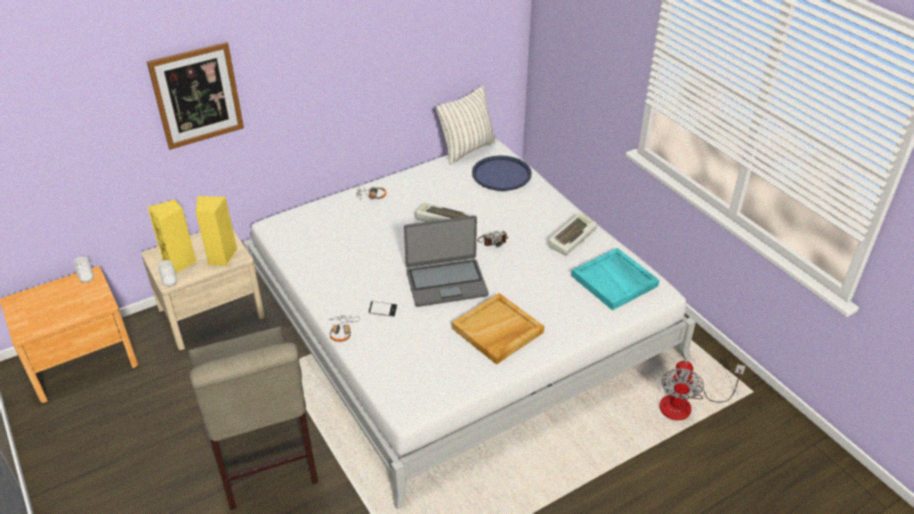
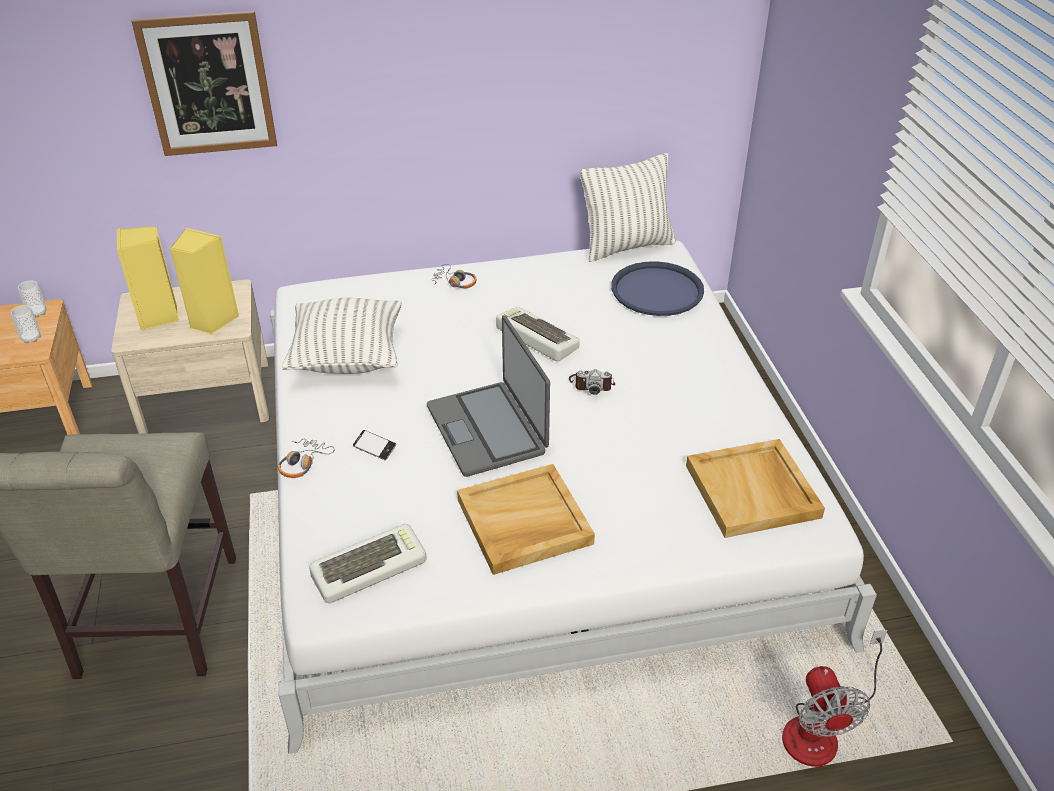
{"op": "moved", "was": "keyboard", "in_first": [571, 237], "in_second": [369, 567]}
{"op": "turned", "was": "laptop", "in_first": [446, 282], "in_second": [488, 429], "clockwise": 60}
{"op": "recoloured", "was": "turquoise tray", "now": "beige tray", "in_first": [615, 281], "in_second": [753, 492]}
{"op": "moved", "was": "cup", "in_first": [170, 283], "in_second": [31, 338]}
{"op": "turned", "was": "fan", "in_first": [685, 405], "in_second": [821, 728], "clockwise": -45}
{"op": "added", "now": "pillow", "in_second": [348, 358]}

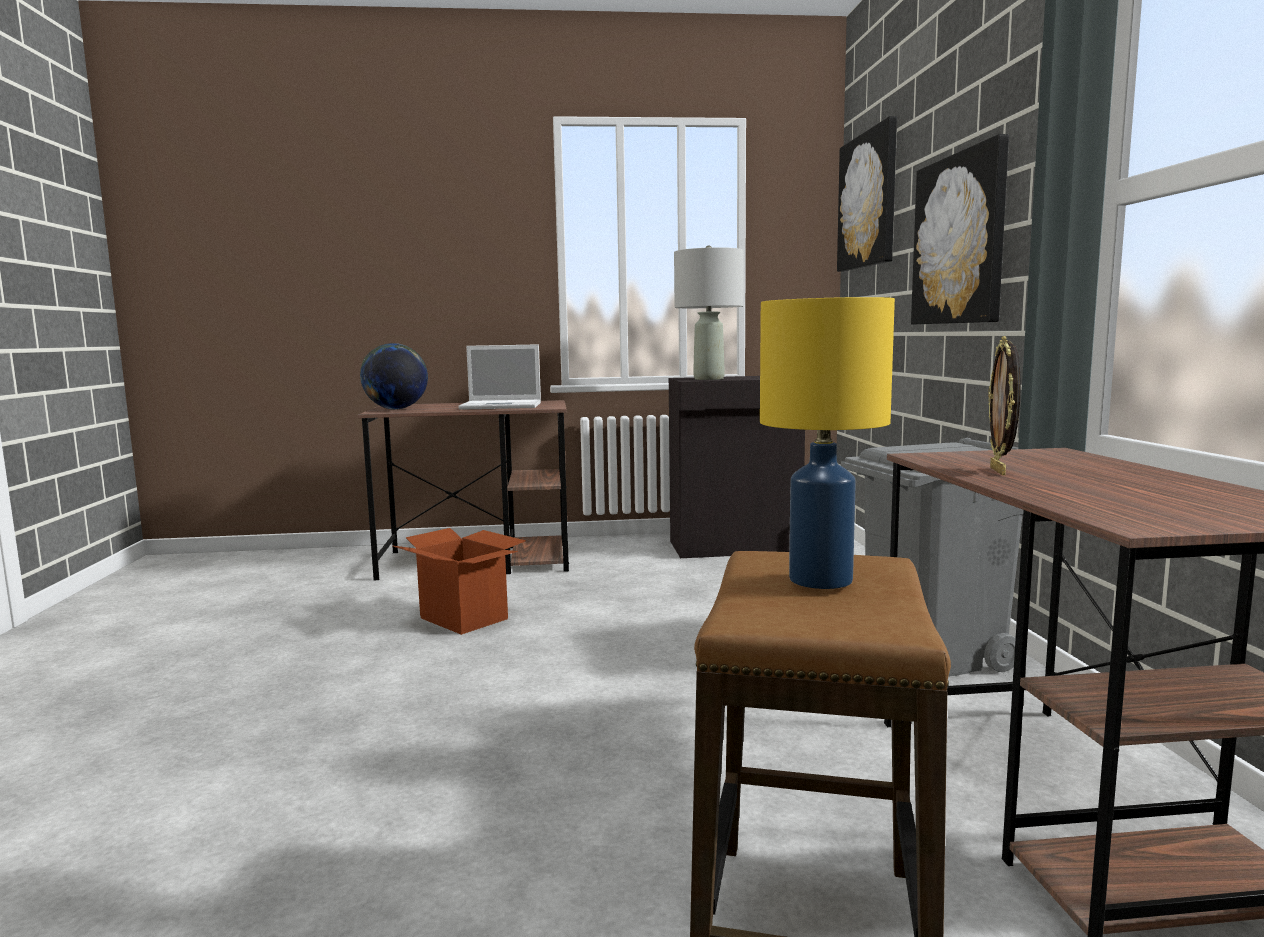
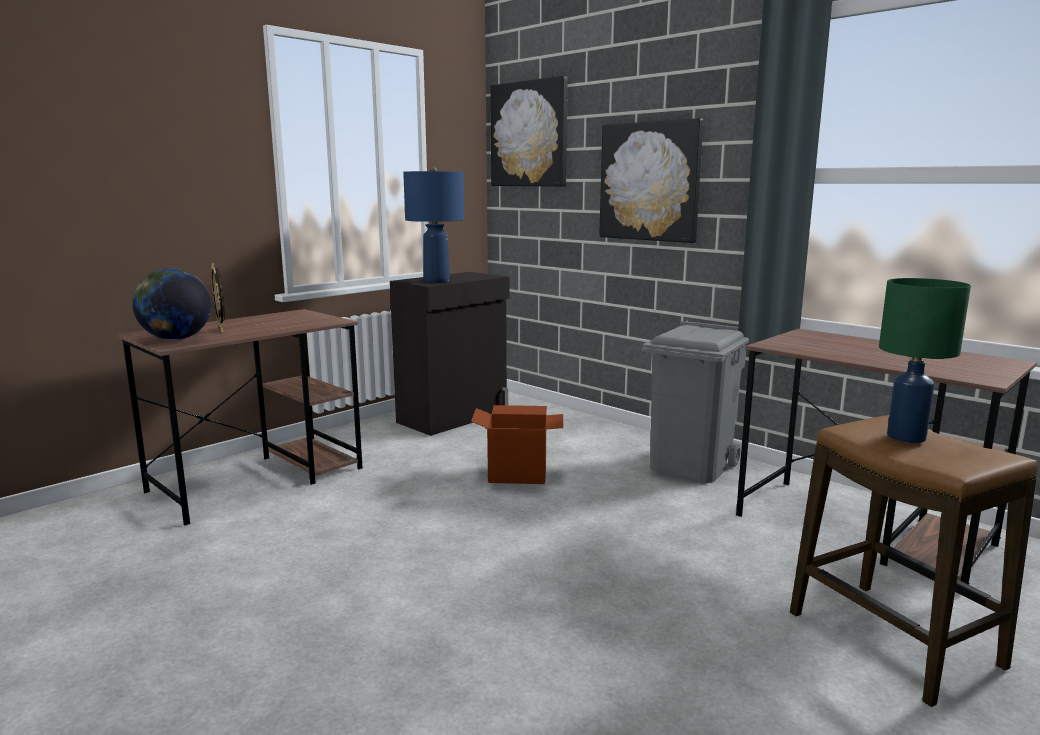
{"op": "recoloured", "was": "grey table lamp", "now": "blue table lamp", "in_first": [709, 379], "in_second": [437, 281]}
{"op": "recoloured", "was": "yellow table lamp", "now": "green table lamp", "in_first": [820, 580], "in_second": [907, 437]}
{"op": "moved", "was": "picture frame", "in_first": [999, 471], "in_second": [221, 330]}
{"op": "removed", "was": "laptop", "in_first": [503, 406]}
{"op": "moved", "was": "cardboard box", "in_first": [464, 618], "in_second": [518, 474]}

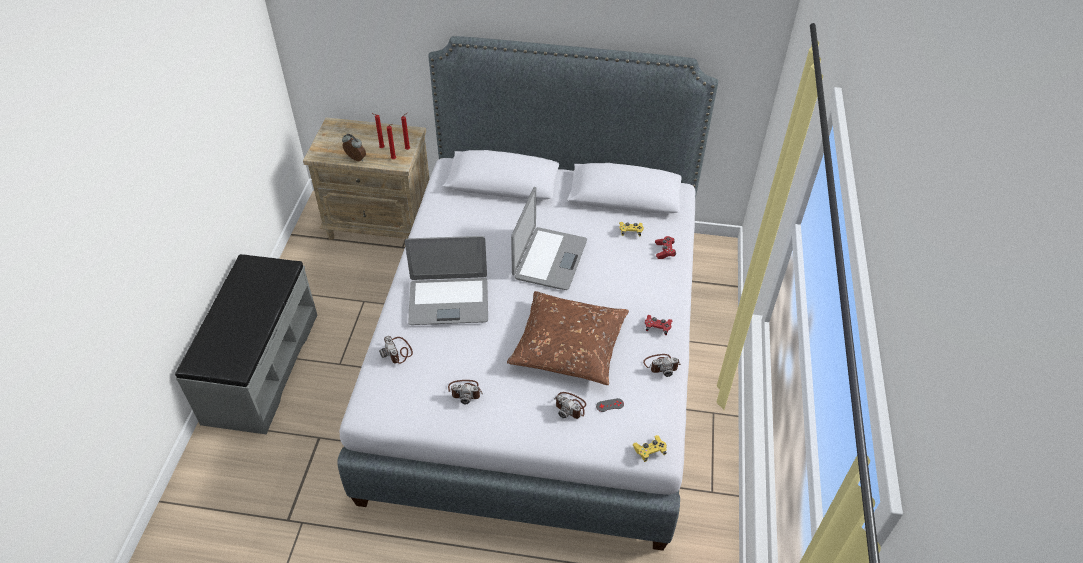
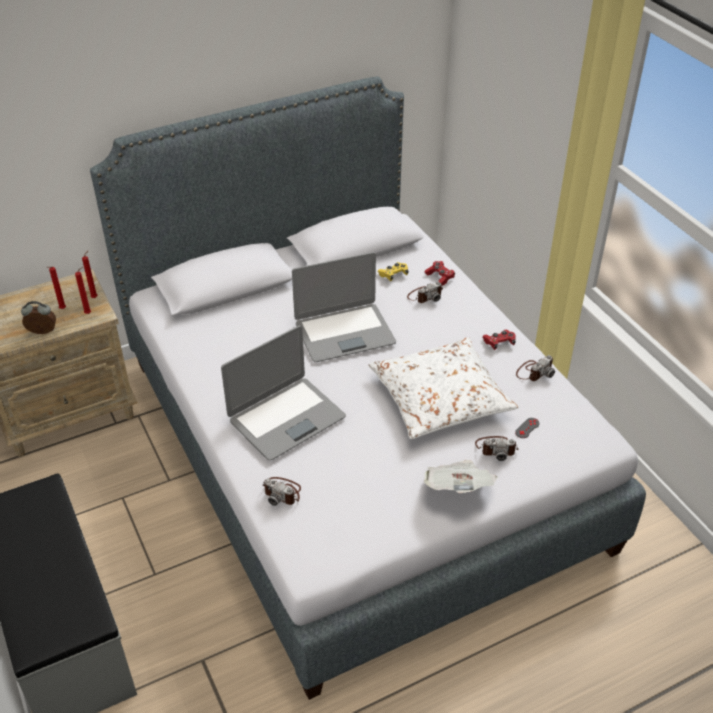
{"op": "turned", "was": "laptop", "in_first": [549, 259], "in_second": [344, 333], "clockwise": 90}
{"op": "recoloured", "was": "brown pillow", "now": "white pillow", "in_first": [569, 345], "in_second": [440, 398]}
{"op": "moved", "was": "photo camera", "in_first": [465, 391], "in_second": [425, 296]}
{"op": "removed", "was": "yellow game controller", "in_first": [649, 451]}
{"op": "added", "now": "newspaper", "in_second": [458, 489]}

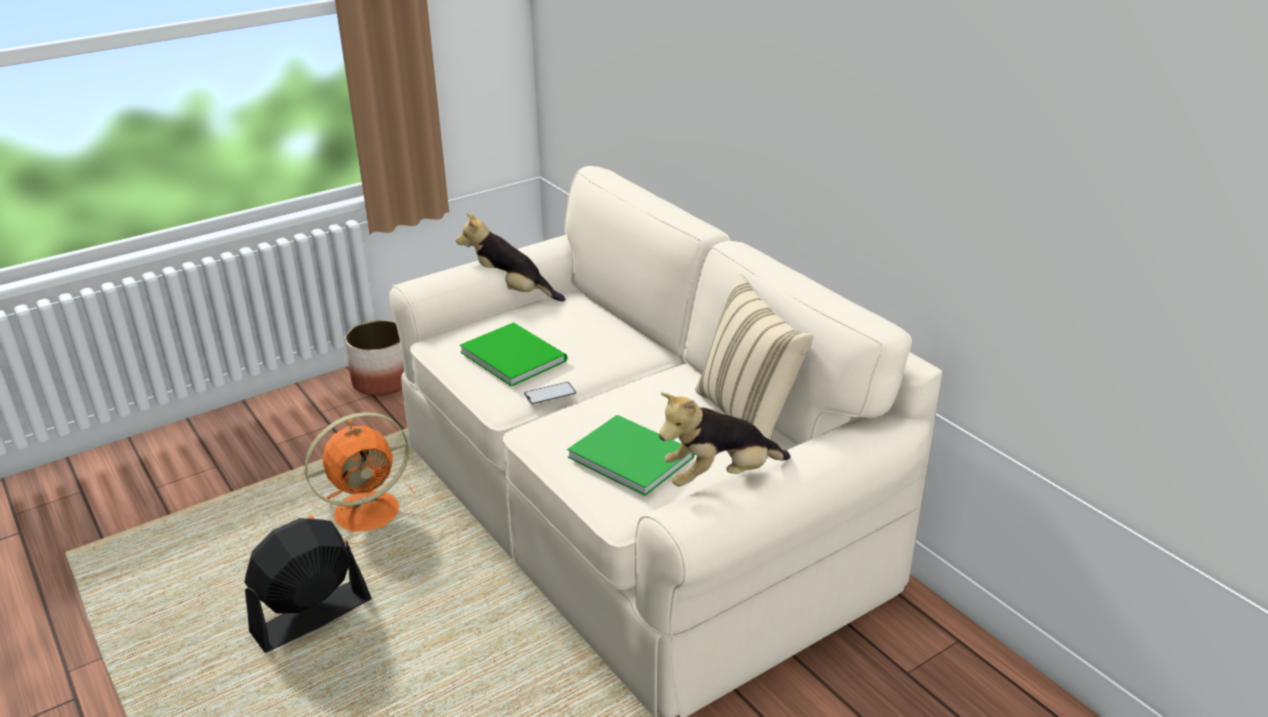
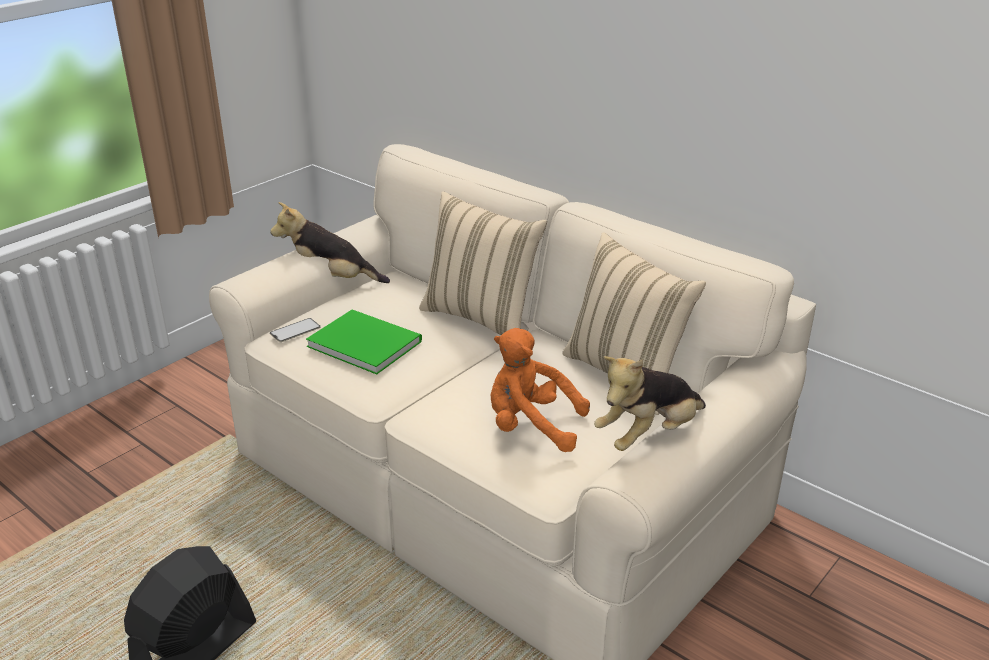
{"op": "removed", "was": "planter", "in_first": [383, 381]}
{"op": "moved", "was": "phone", "in_first": [550, 394], "in_second": [295, 330]}
{"op": "removed", "was": "orange fan", "in_first": [370, 511]}
{"op": "replaced", "was": "green book", "now": "orange plush toy", "in_first": [630, 454], "in_second": [531, 426]}
{"op": "added", "now": "beige pillow", "in_second": [482, 318]}

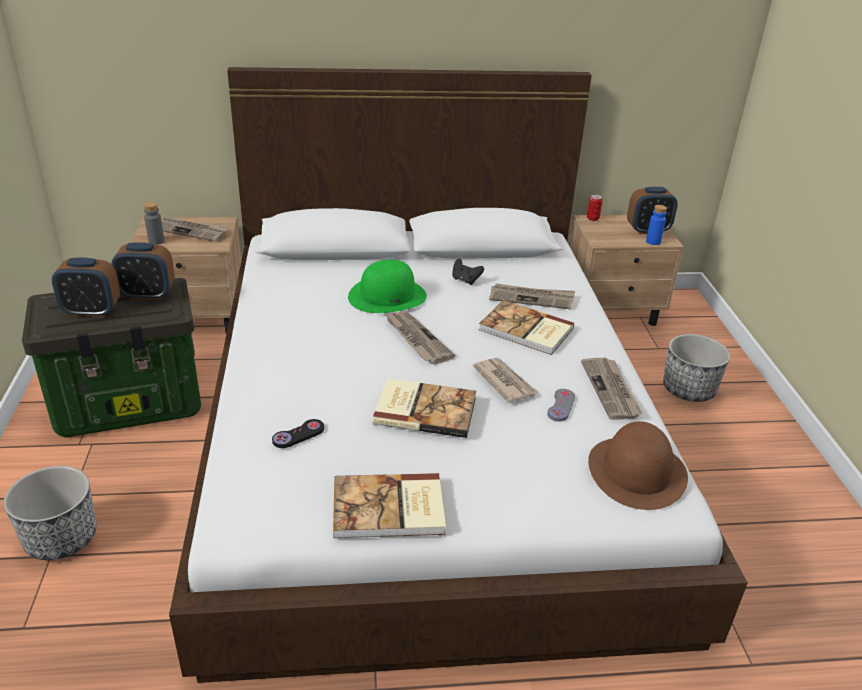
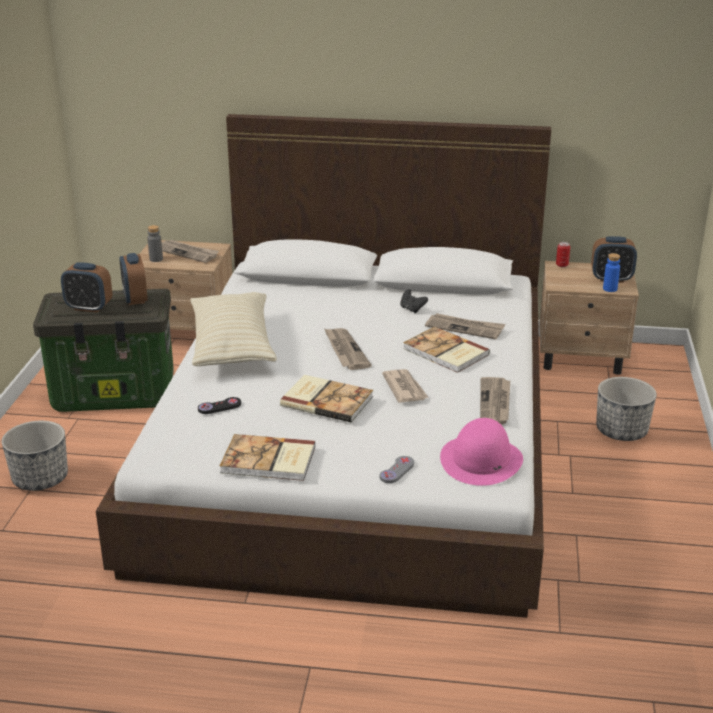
{"op": "turned", "was": "alarm clock", "in_first": [147, 295], "in_second": [135, 299], "clockwise": 60}
{"op": "removed", "was": "green hat", "in_first": [387, 296]}
{"op": "moved", "was": "grey game controller", "in_first": [561, 406], "in_second": [397, 471]}
{"op": "recoloured", "was": "brown hat", "now": "pink hat", "in_first": [637, 472], "in_second": [481, 460]}
{"op": "added", "now": "beige pillow", "in_second": [232, 347]}

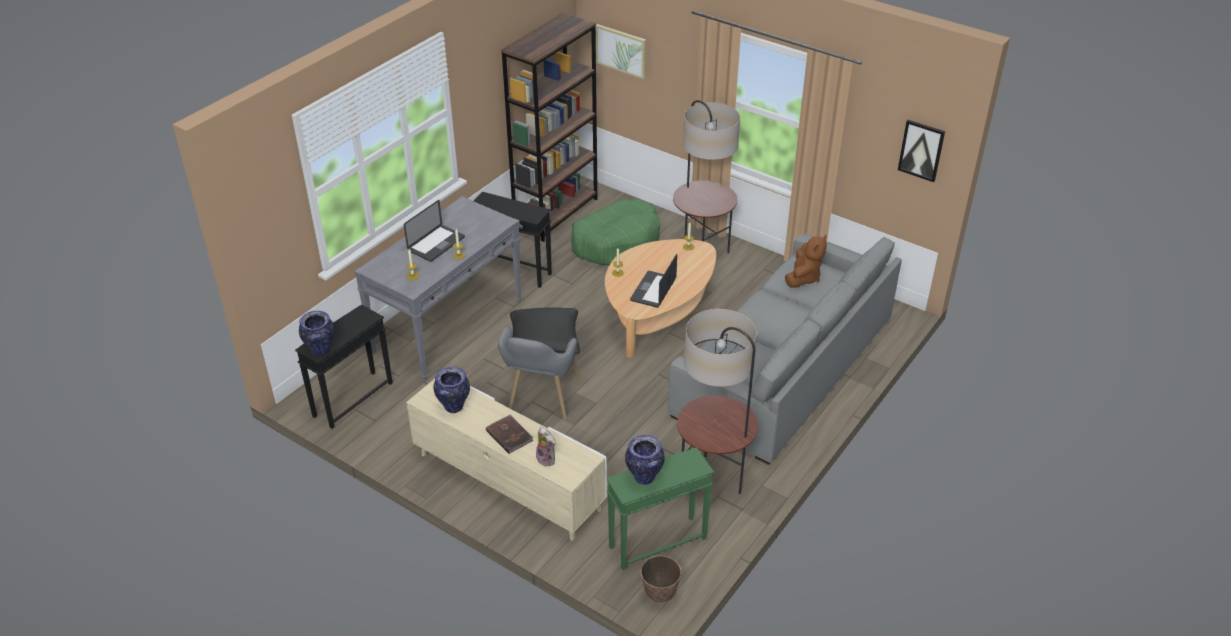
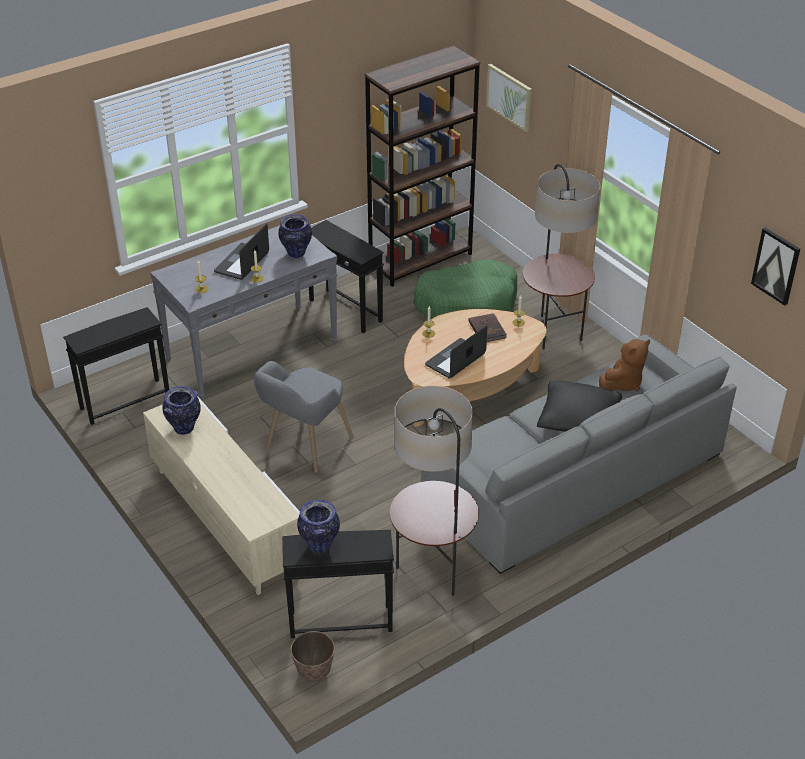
{"op": "turned", "was": "laptop", "in_first": [436, 244], "in_second": [242, 262], "clockwise": 150}
{"op": "moved", "was": "black pillow", "in_first": [545, 341], "in_second": [578, 420]}
{"op": "moved", "was": "vase", "in_first": [321, 350], "in_second": [296, 254]}
{"op": "moved", "was": "brown book", "in_first": [509, 435], "in_second": [487, 329]}
{"op": "removed", "was": "plush toy", "in_first": [547, 459]}
{"op": "recoloured", "was": "green side table", "now": "black side table", "in_first": [657, 542], "in_second": [340, 620]}

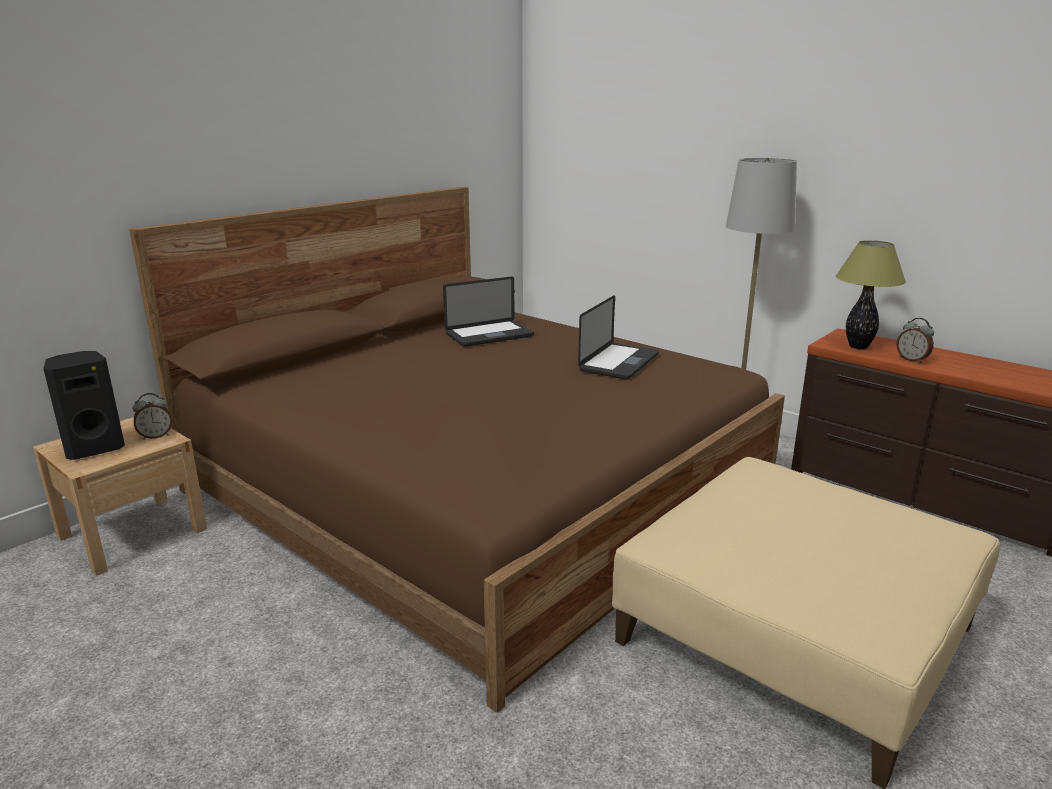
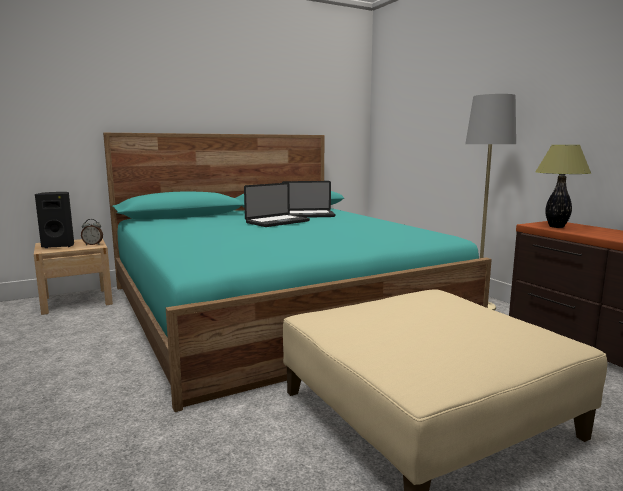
{"op": "recoloured", "was": "brown bed", "now": "turquoise bed", "in_first": [477, 487], "in_second": [277, 306]}
{"op": "moved", "was": "laptop", "in_first": [619, 362], "in_second": [277, 222]}
{"op": "removed", "was": "alarm clock", "in_first": [912, 360]}

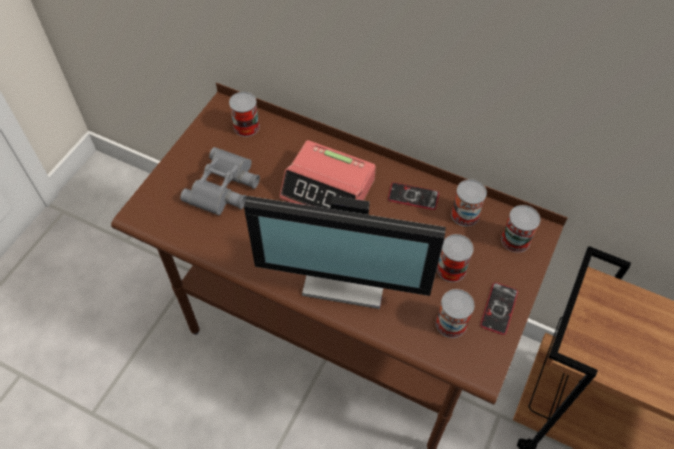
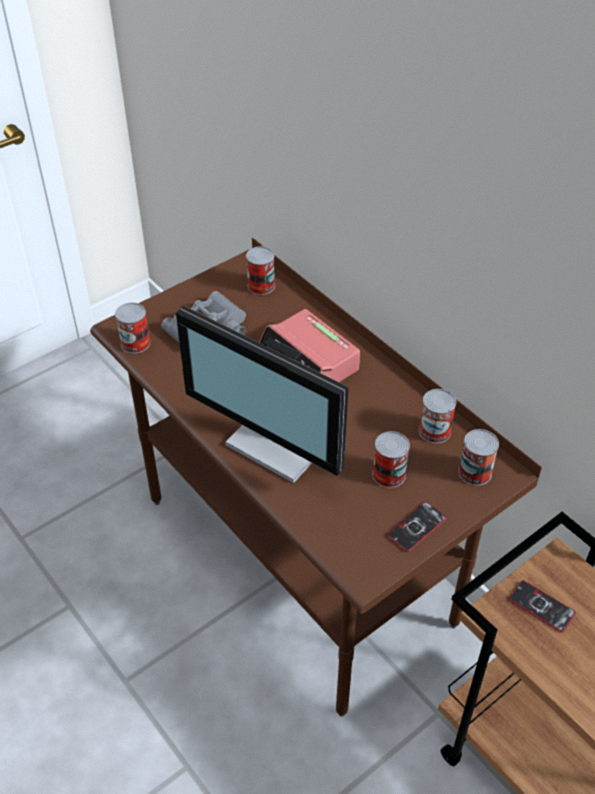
{"op": "moved", "was": "phone", "in_first": [413, 196], "in_second": [541, 606]}
{"op": "moved", "was": "can", "in_first": [451, 323], "in_second": [135, 343]}

